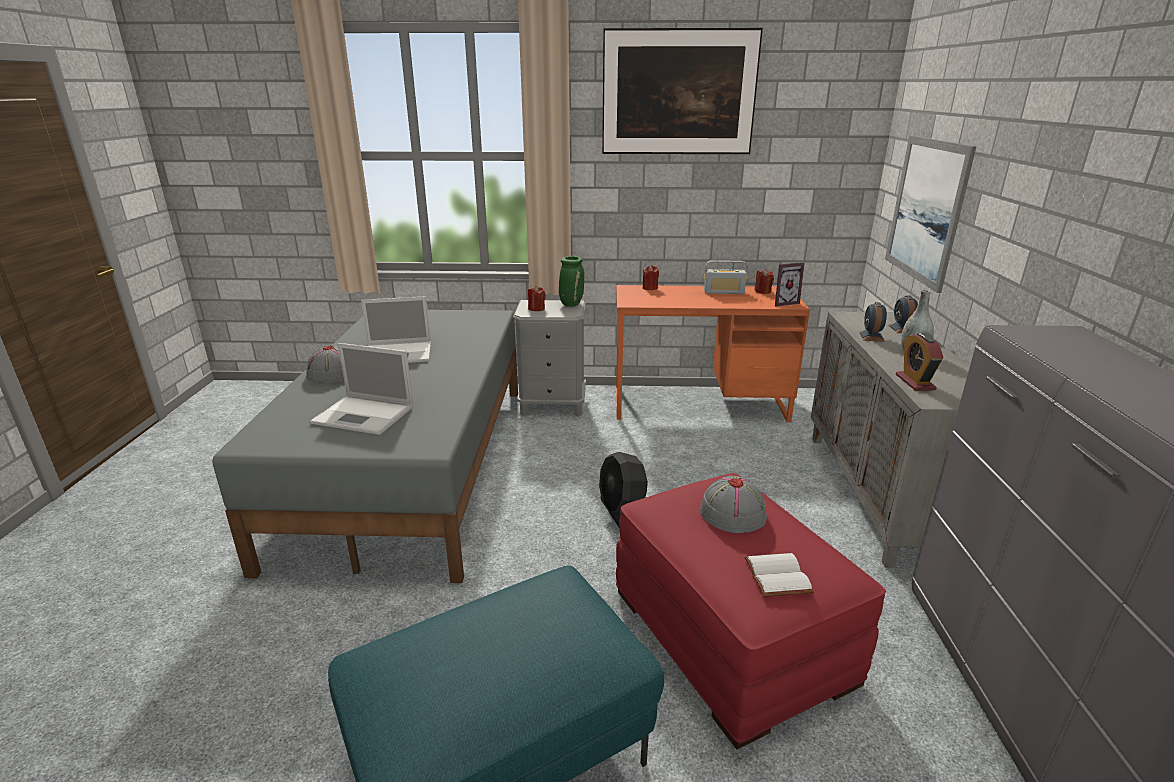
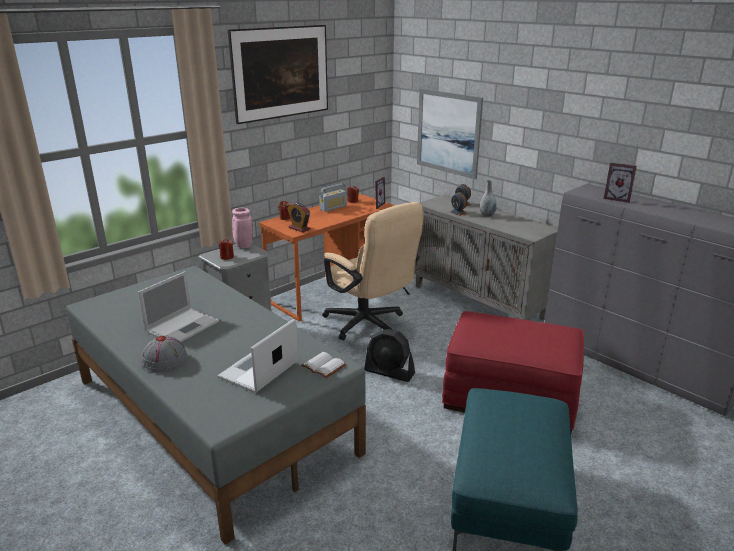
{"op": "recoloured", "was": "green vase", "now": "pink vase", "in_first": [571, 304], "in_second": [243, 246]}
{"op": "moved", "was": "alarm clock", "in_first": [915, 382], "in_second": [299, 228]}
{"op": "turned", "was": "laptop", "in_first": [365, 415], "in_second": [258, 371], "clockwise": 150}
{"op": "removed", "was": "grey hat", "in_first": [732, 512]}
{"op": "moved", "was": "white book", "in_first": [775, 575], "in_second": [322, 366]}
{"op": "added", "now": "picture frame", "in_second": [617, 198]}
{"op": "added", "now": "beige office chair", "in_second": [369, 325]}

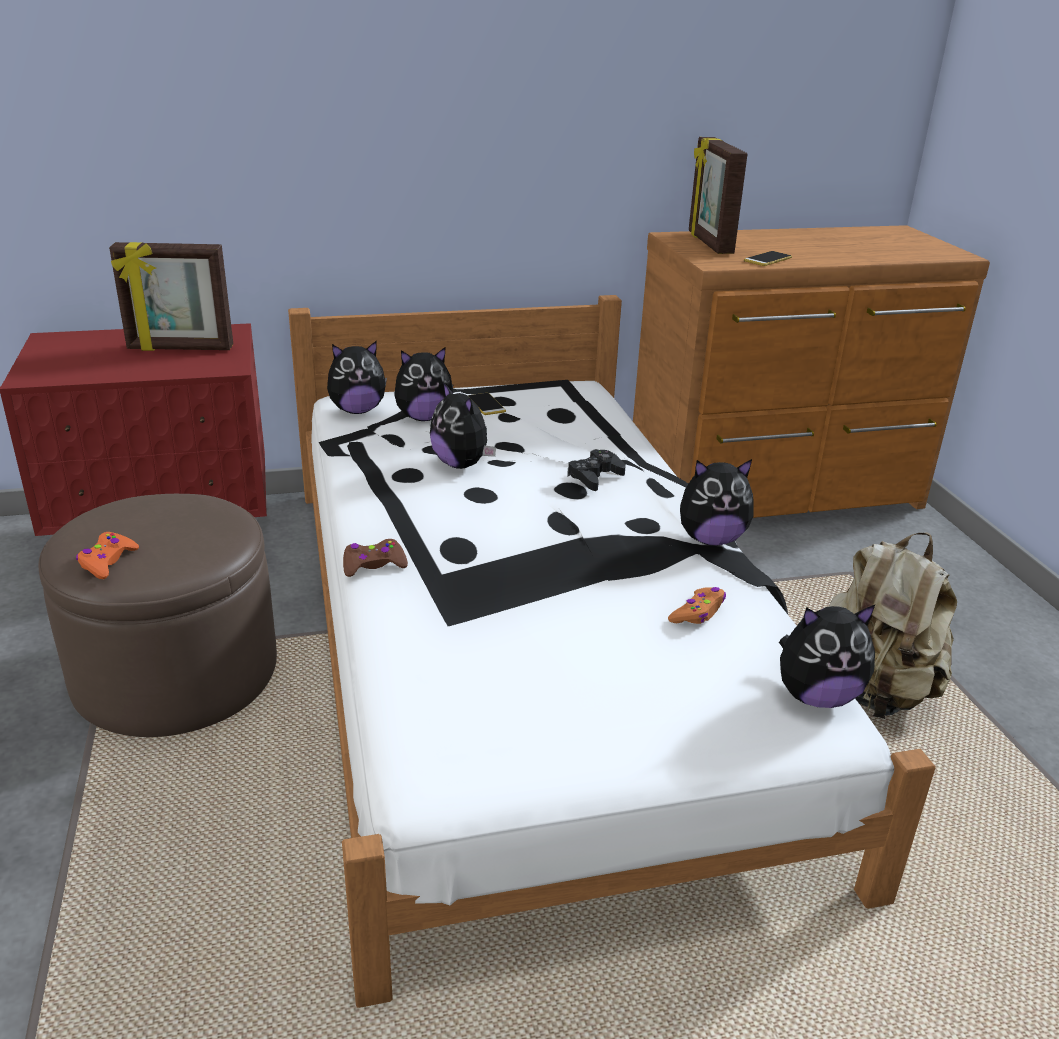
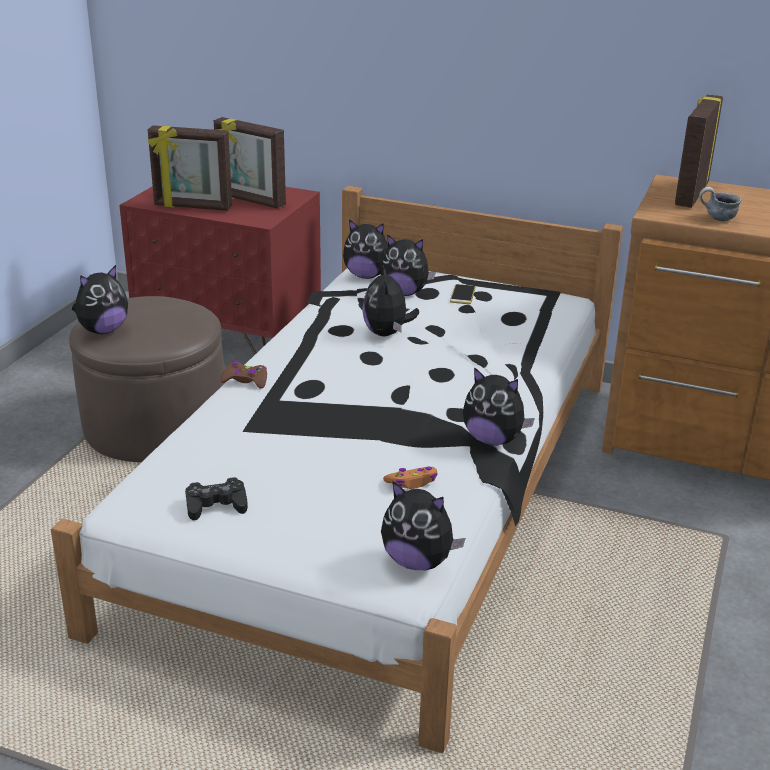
{"op": "replaced", "was": "phone", "now": "mug", "in_first": [767, 259], "in_second": [716, 219]}
{"op": "moved", "was": "black game controller", "in_first": [595, 476], "in_second": [216, 505]}
{"op": "replaced", "was": "orange game controller", "now": "plush toy", "in_first": [107, 562], "in_second": [103, 330]}
{"op": "removed", "was": "beige backpack", "in_first": [872, 692]}
{"op": "added", "now": "picture frame", "in_second": [192, 207]}

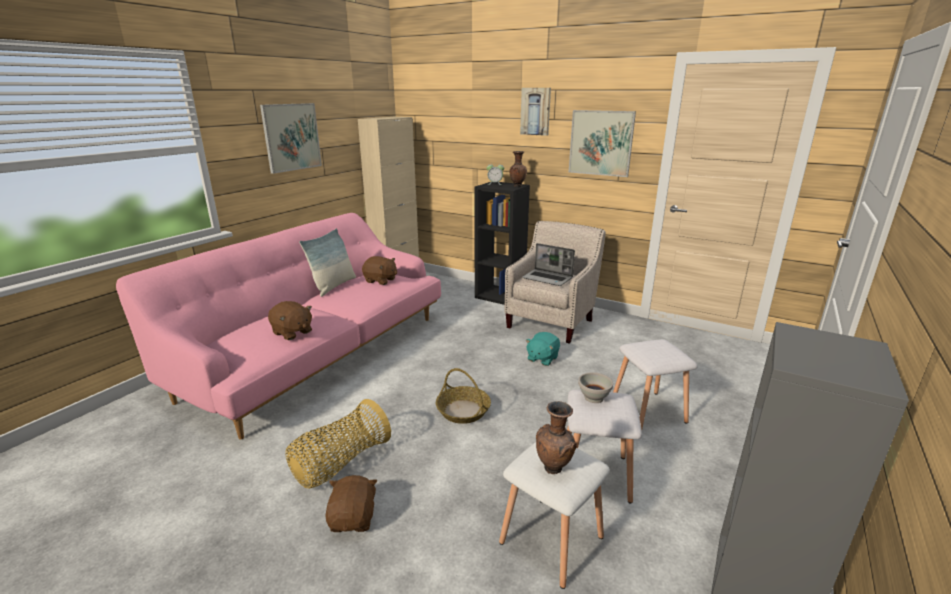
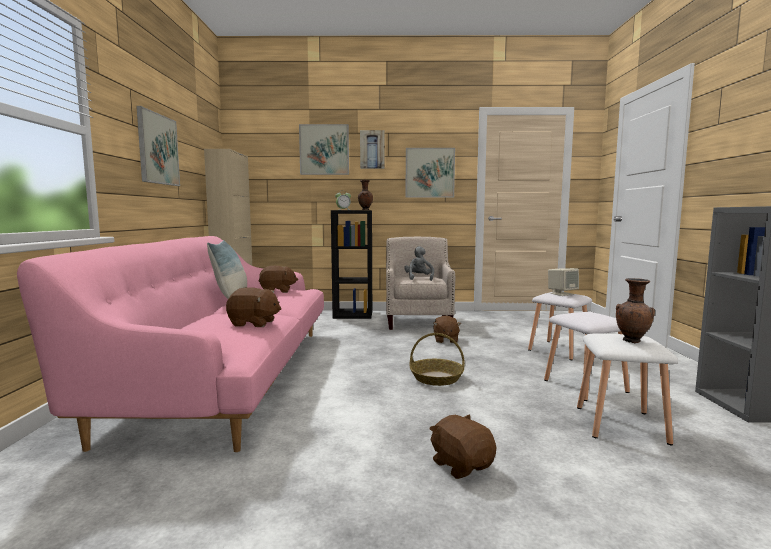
{"op": "replaced", "was": "laptop", "now": "grey plush toy", "in_first": [548, 278], "in_second": [419, 278]}
{"op": "recoloured", "was": "turquoise plush toy", "now": "brown plush toy", "in_first": [542, 358], "in_second": [445, 340]}
{"op": "removed", "was": "white bowl", "in_first": [594, 398]}
{"op": "removed", "was": "basket", "in_first": [340, 463]}
{"op": "added", "now": "picture", "in_second": [324, 149]}
{"op": "added", "now": "beige speaker", "in_second": [562, 294]}

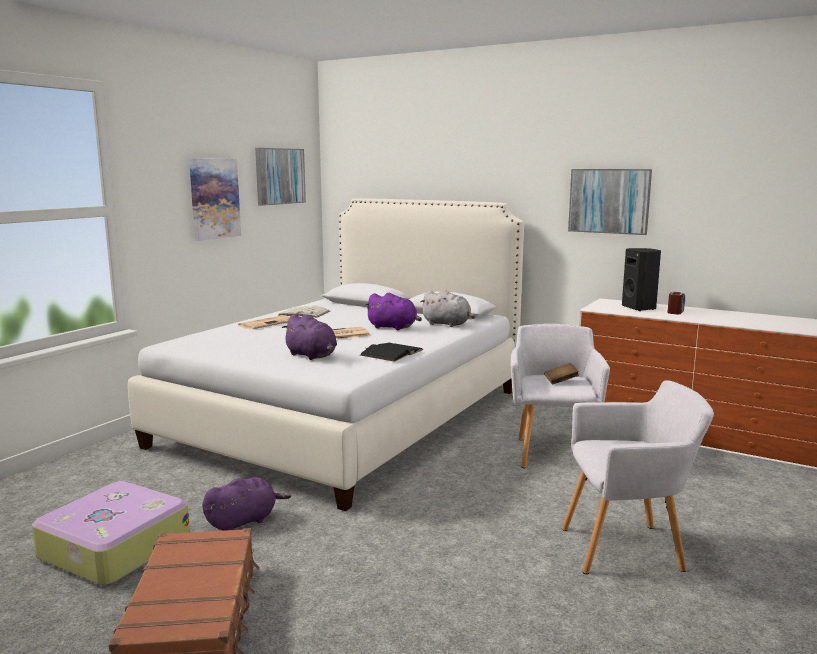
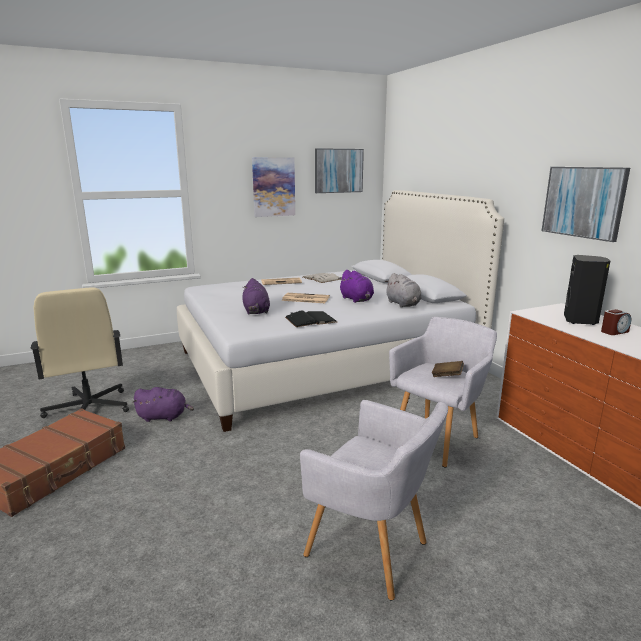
{"op": "replaced", "was": "suitcase", "now": "beige office chair", "in_first": [113, 548], "in_second": [88, 409]}

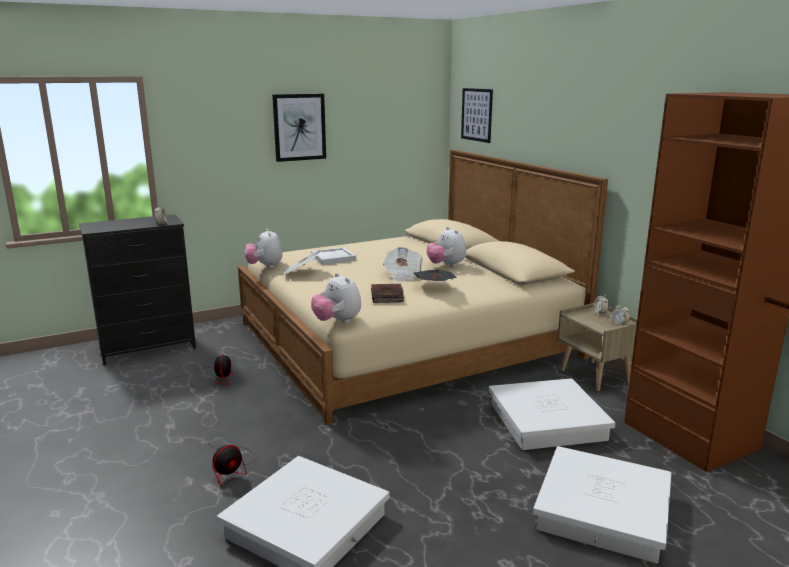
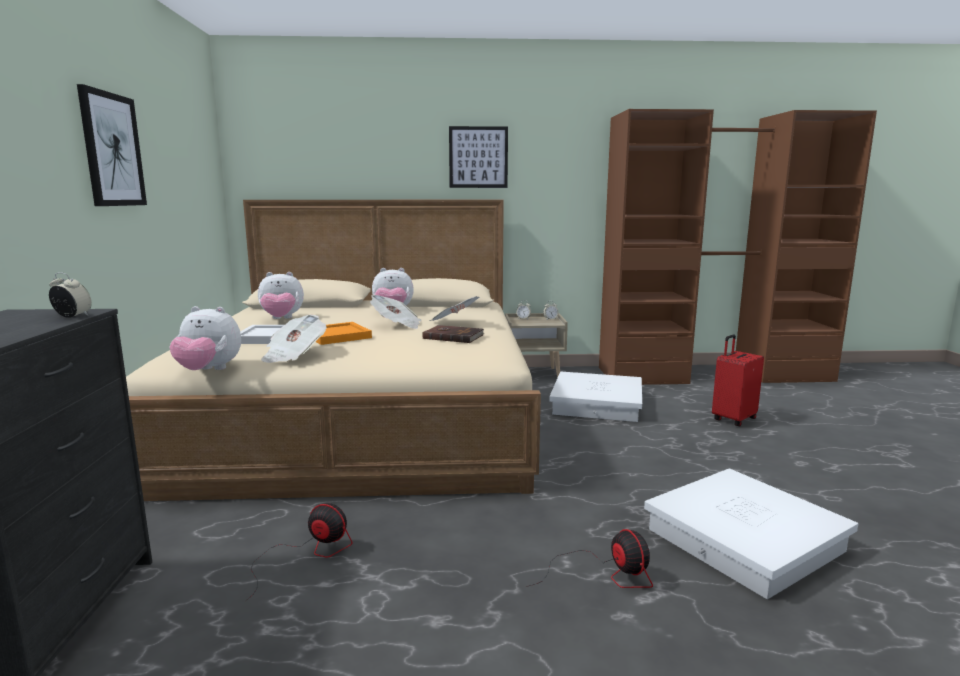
{"op": "moved", "was": "picture", "in_first": [476, 114], "in_second": [478, 157]}
{"op": "moved", "was": "plush toy", "in_first": [337, 321], "in_second": [281, 319]}
{"op": "replaced", "was": "white storage box", "now": "red suitcase", "in_first": [603, 511], "in_second": [733, 419]}
{"op": "added", "now": "orange tray", "in_second": [336, 336]}

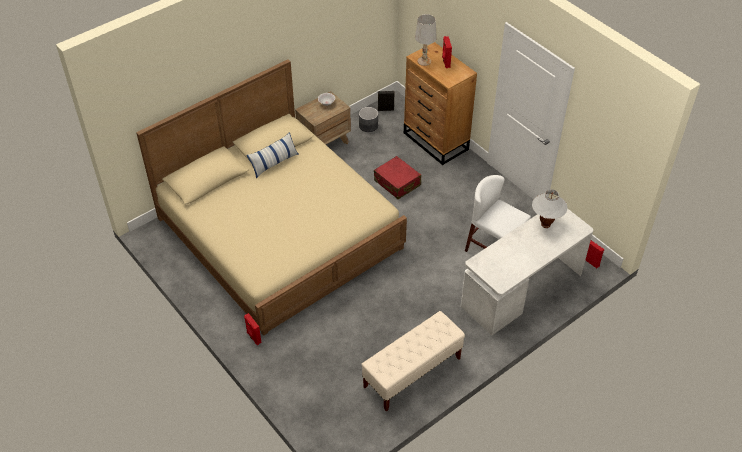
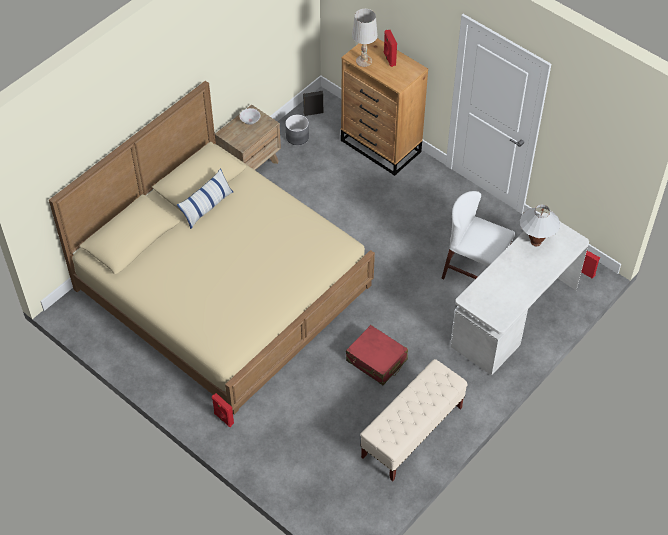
{"op": "moved", "was": "red suitcase", "in_first": [397, 183], "in_second": [376, 360]}

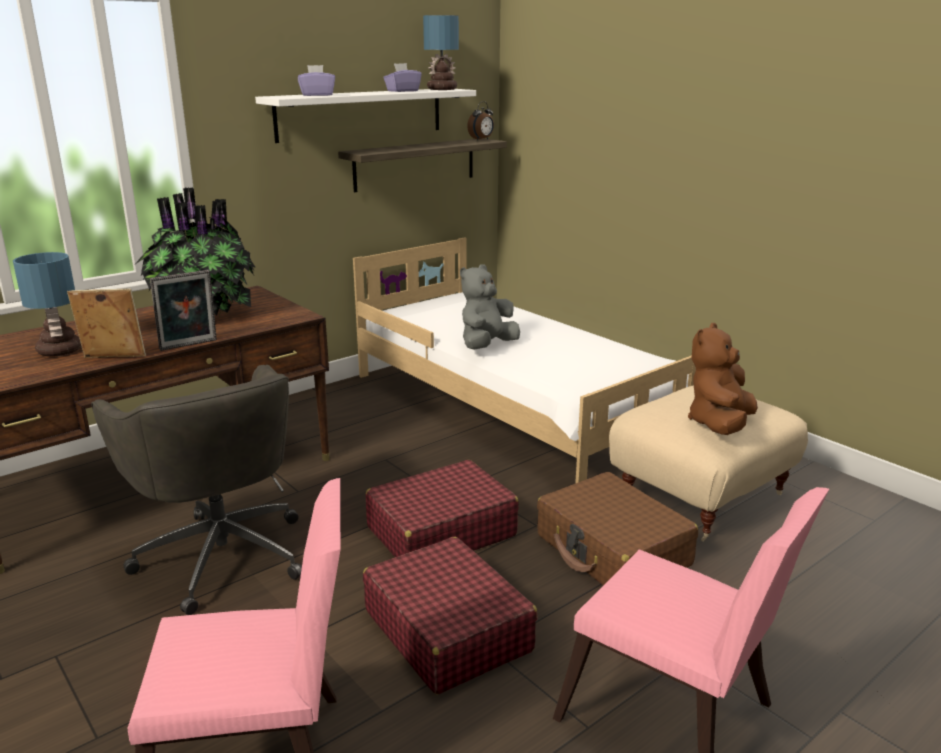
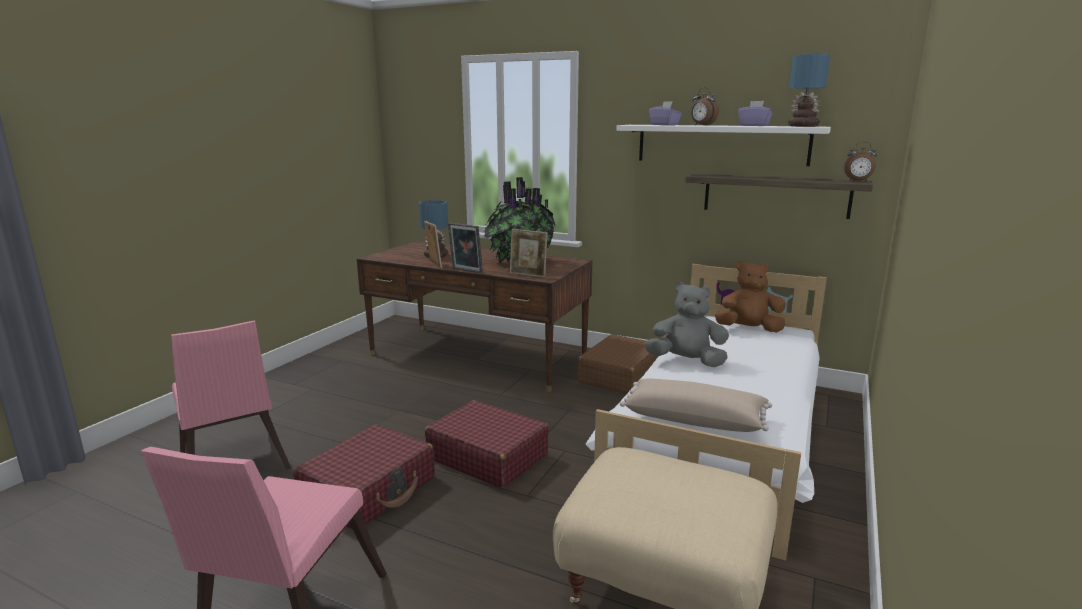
{"op": "moved", "was": "brown plush toy", "in_first": [719, 425], "in_second": [748, 329]}
{"op": "removed", "was": "grey office chair", "in_first": [221, 554]}
{"op": "moved", "was": "brown suitcase", "in_first": [613, 551], "in_second": [619, 375]}
{"op": "added", "now": "alarm clock", "in_second": [702, 125]}
{"op": "added", "now": "picture frame", "in_second": [528, 275]}
{"op": "added", "now": "beige pillow", "in_second": [694, 419]}

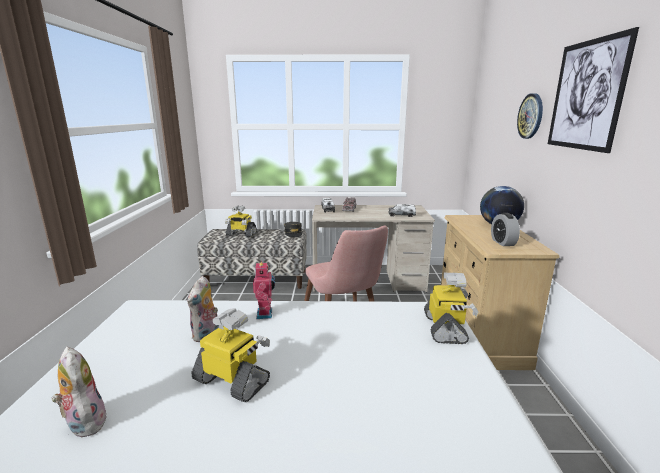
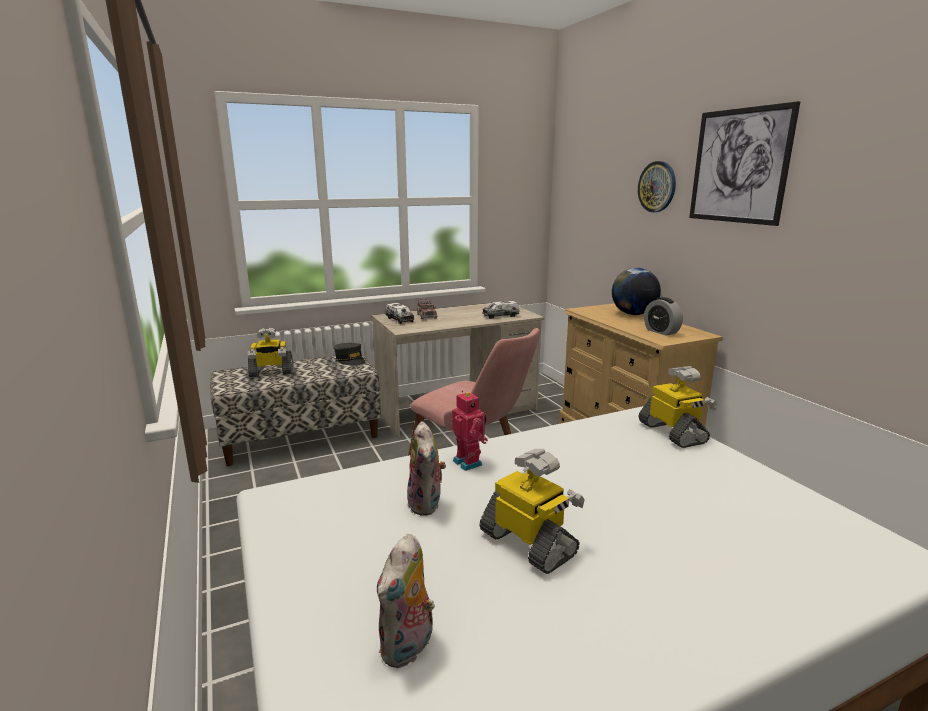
{"op": "turned", "was": "toy robot", "in_first": [233, 381], "in_second": [530, 543], "clockwise": 45}
{"op": "turned", "was": "plush toy", "in_first": [84, 422], "in_second": [408, 648], "clockwise": -90}

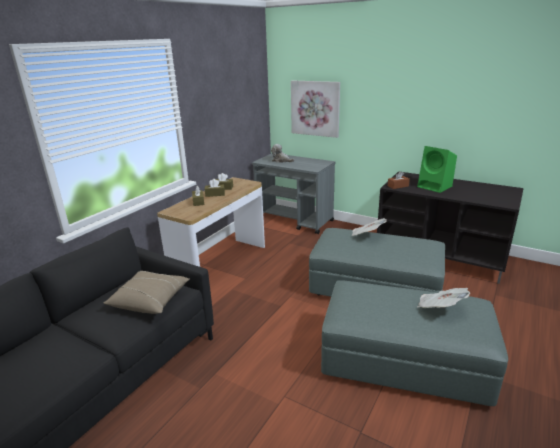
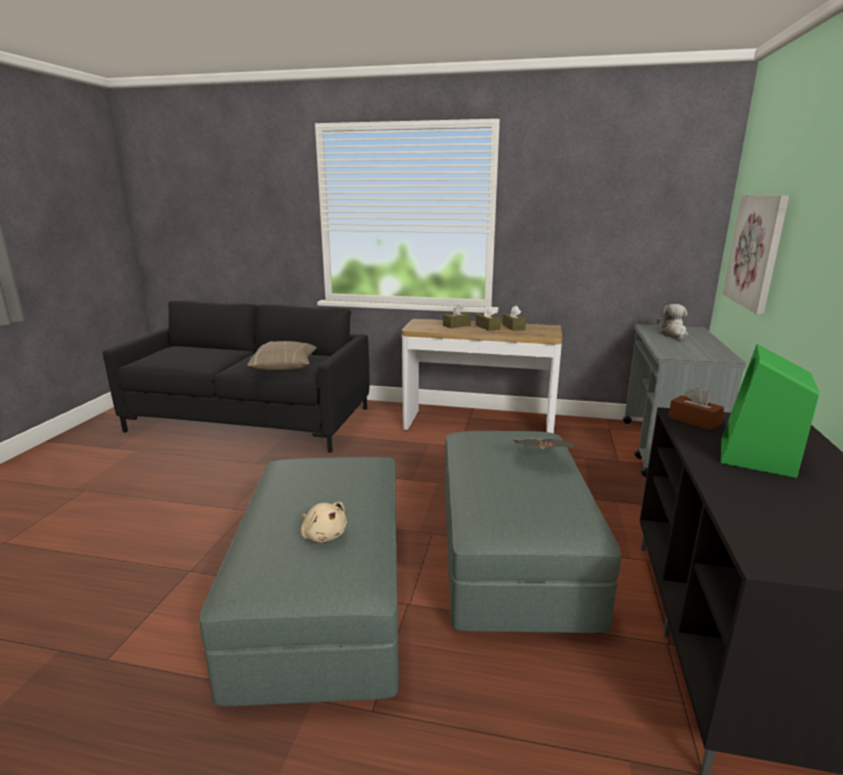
{"op": "replaced", "was": "newspaper", "now": "beige plush toy", "in_first": [439, 308], "in_second": [323, 535]}

